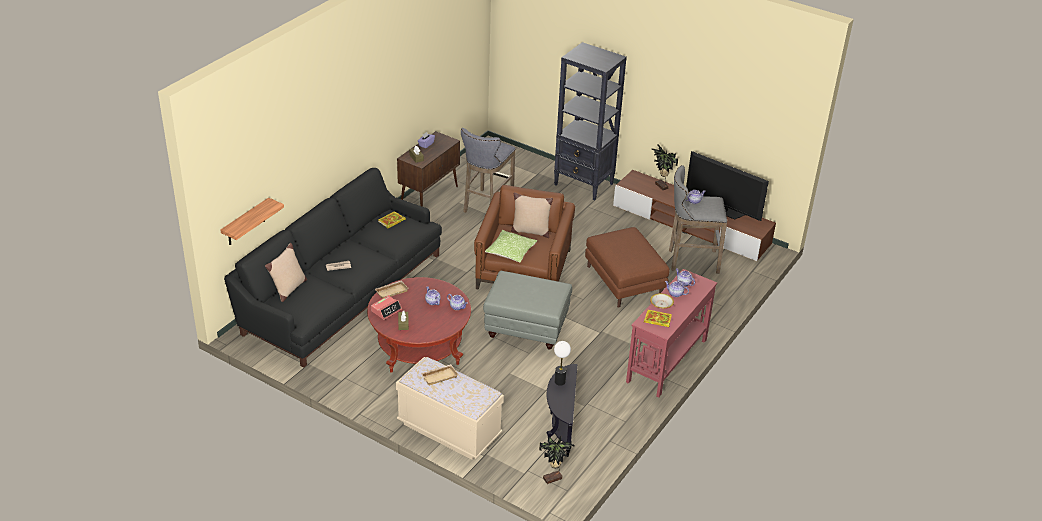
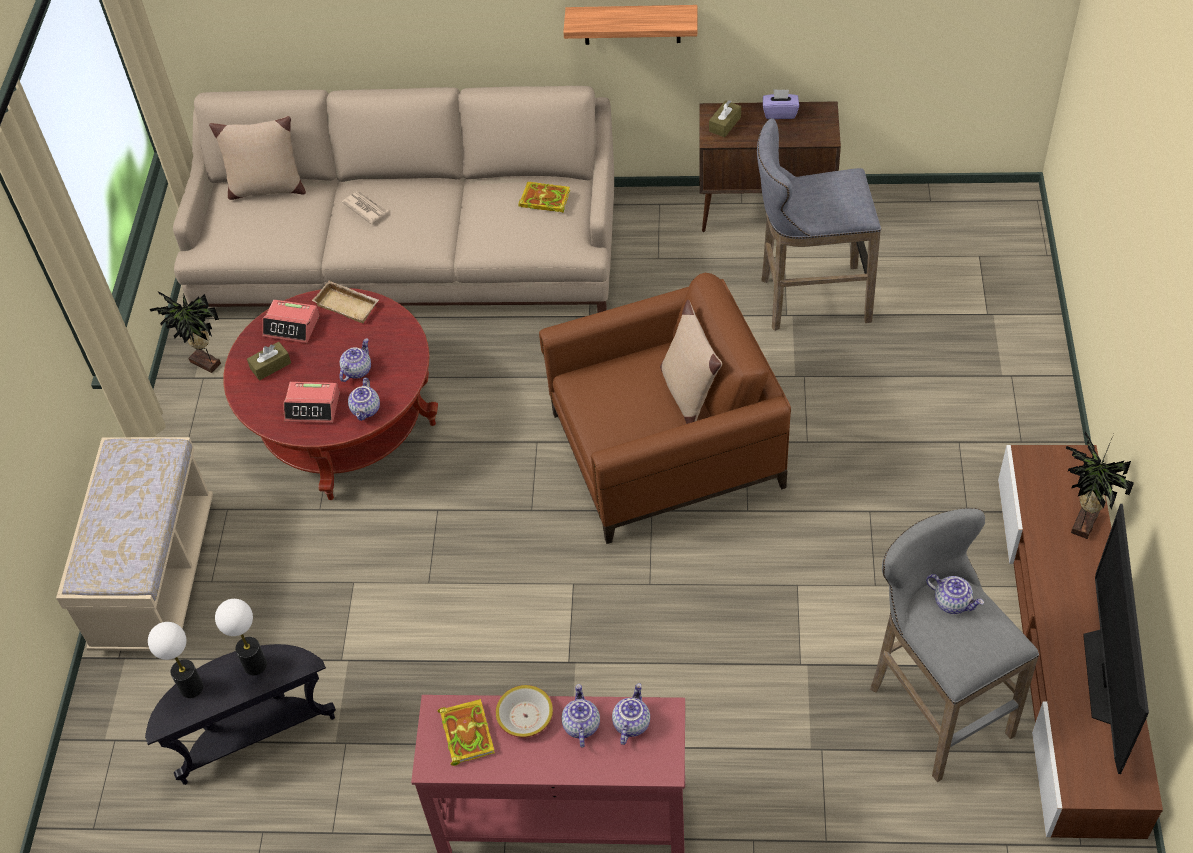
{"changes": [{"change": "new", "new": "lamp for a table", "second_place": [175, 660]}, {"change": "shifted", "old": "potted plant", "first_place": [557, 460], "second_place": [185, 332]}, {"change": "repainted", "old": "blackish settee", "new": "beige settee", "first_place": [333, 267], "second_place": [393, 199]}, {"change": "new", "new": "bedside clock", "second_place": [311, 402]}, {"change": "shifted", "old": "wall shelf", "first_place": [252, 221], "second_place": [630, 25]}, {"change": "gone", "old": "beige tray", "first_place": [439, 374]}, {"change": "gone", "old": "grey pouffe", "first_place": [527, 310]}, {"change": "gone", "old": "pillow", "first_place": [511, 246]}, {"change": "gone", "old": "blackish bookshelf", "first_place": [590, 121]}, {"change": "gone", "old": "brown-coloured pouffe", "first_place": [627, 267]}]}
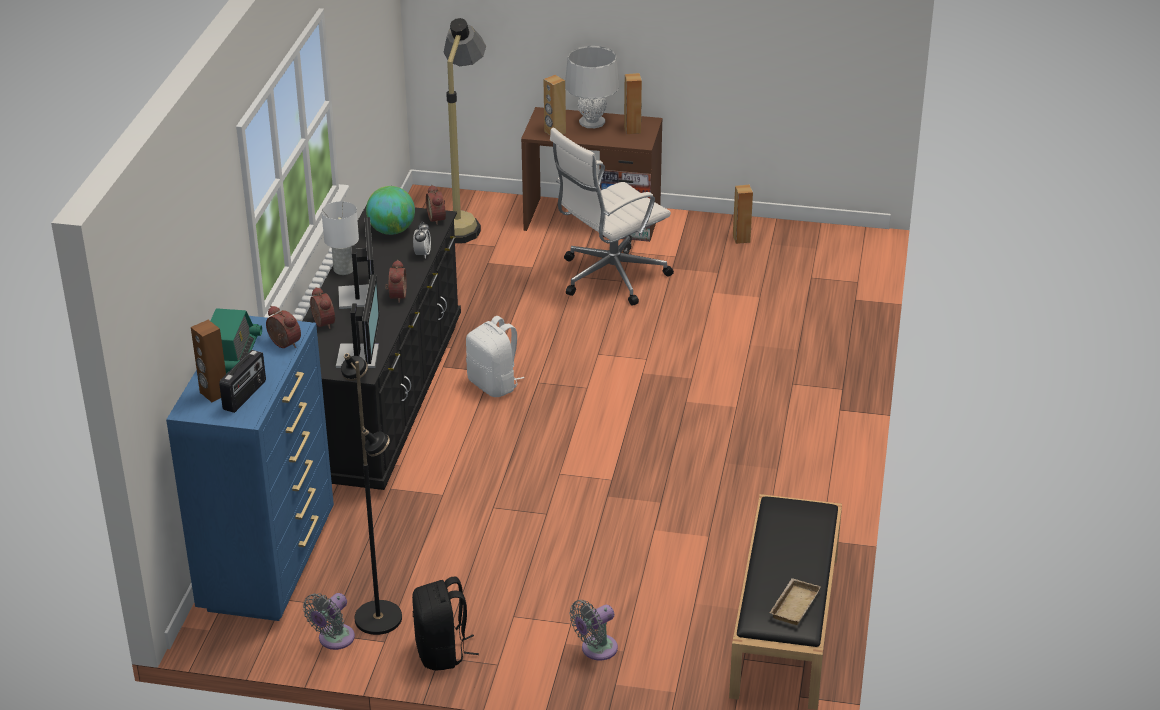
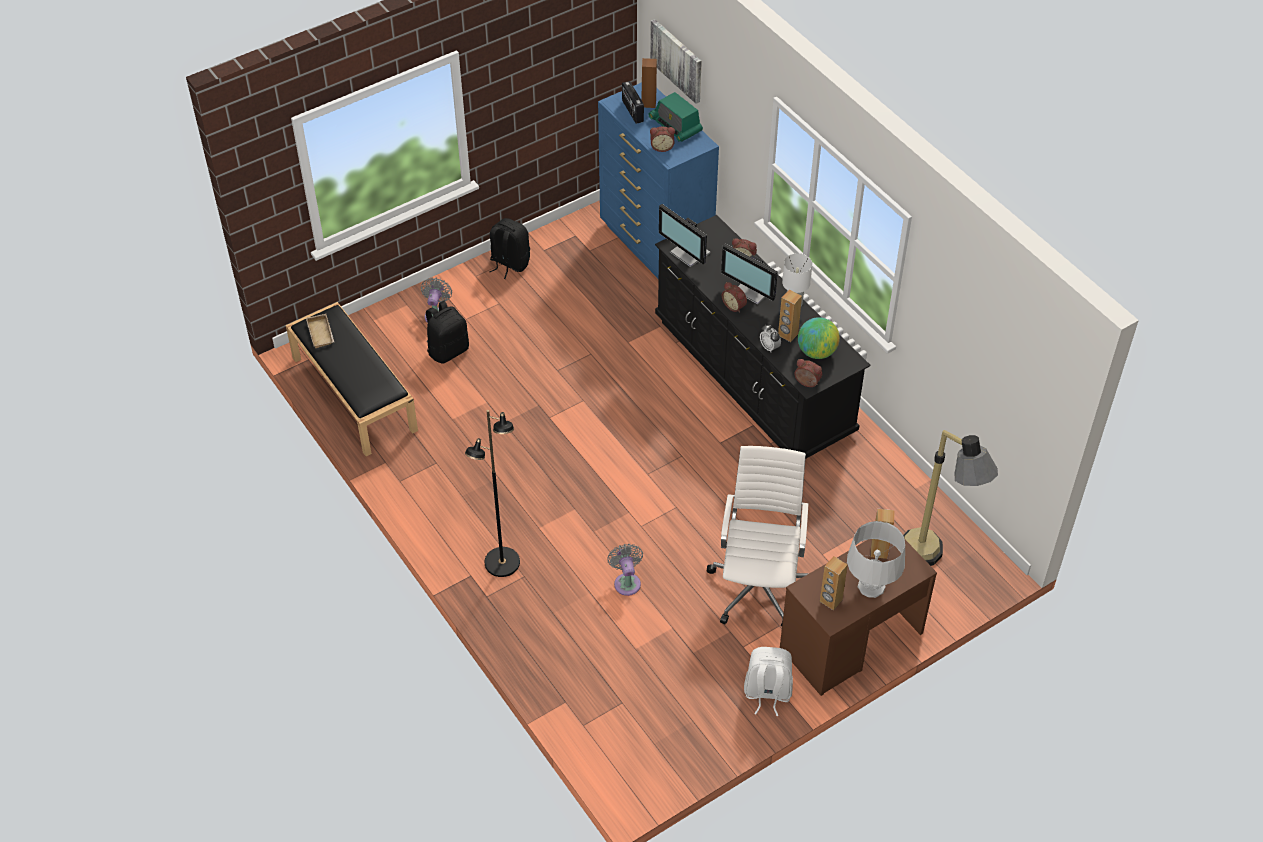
{"changes": [{"change": "new", "new": "blackish knapsack", "second_place": [447, 332]}, {"change": "shifted", "old": "blackish floor lamp", "first_place": [371, 494], "second_place": [492, 493]}, {"change": "shifted", "old": "grey fan", "first_place": [329, 621], "second_place": [625, 570]}, {"change": "new", "new": "wall picture", "second_place": [676, 61]}, {"change": "shifted", "old": "whitish knapsack", "first_place": [495, 356], "second_place": [768, 681]}, {"change": "shifted", "old": "brown-coloured loudspeaker", "first_place": [743, 214], "second_place": [790, 315]}]}
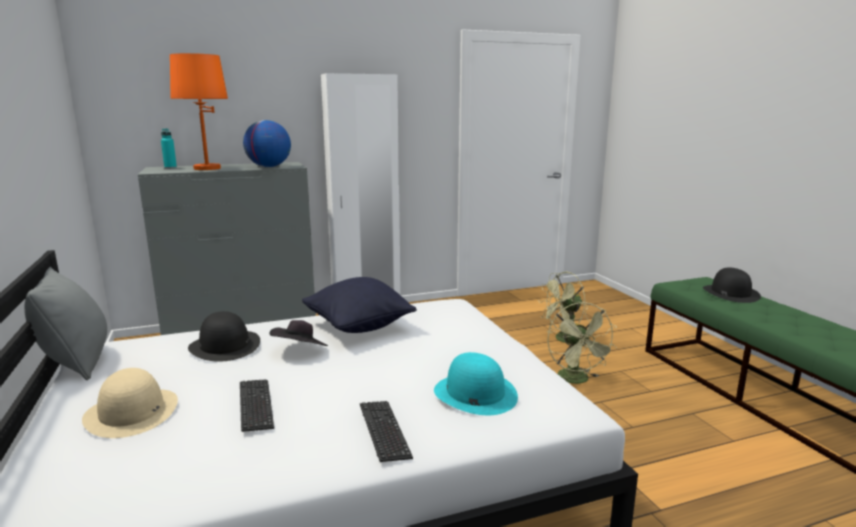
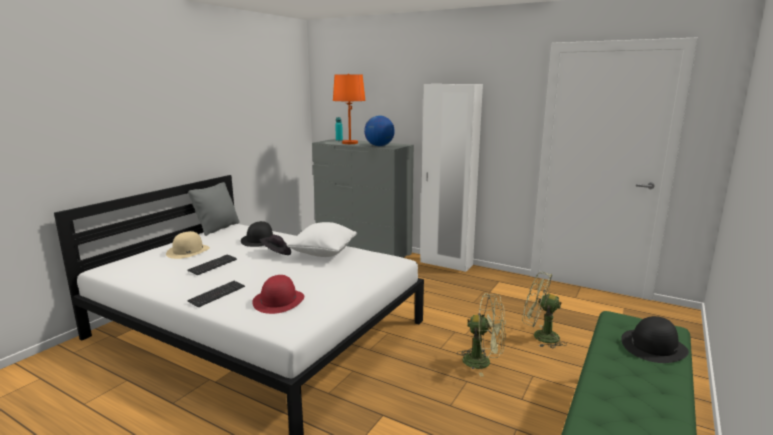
{"changes": [{"change": "repainted", "old": "blue-green hat", "new": "reddish hat", "first_place": [476, 383], "second_place": [278, 294]}, {"change": "repainted", "old": "blackish pillow", "new": "whitish pillow", "first_place": [359, 305], "second_place": [322, 239]}, {"change": "rotated", "old": "green fan", "first_place": [582, 343], "second_place": [481, 335], "degrees": -105}]}
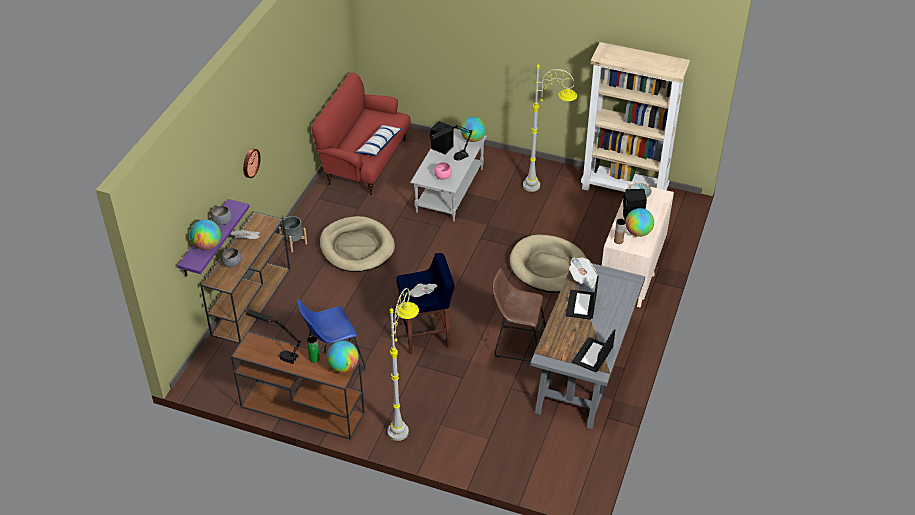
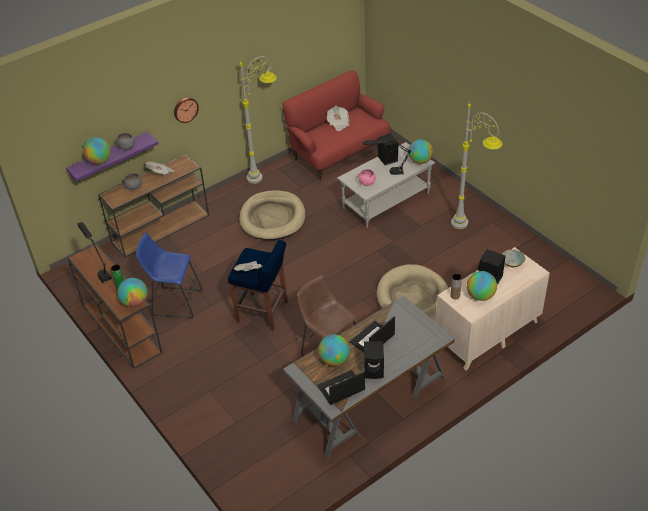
{"changes": [{"change": "shifted", "old": "grey floor lamp", "first_place": [403, 364], "second_place": [258, 120]}, {"change": "new", "new": "desk globe", "second_place": [334, 350]}, {"change": "shifted", "old": "newspaper", "first_place": [584, 272], "second_place": [338, 118]}, {"change": "new", "new": "blackish loudspeaker", "second_place": [374, 360]}, {"change": "gone", "old": "grey plant pot", "first_place": [293, 234]}, {"change": "gone", "old": "pillow", "first_place": [378, 141]}, {"change": "gone", "old": "beige bookshelf", "first_place": [635, 117]}]}
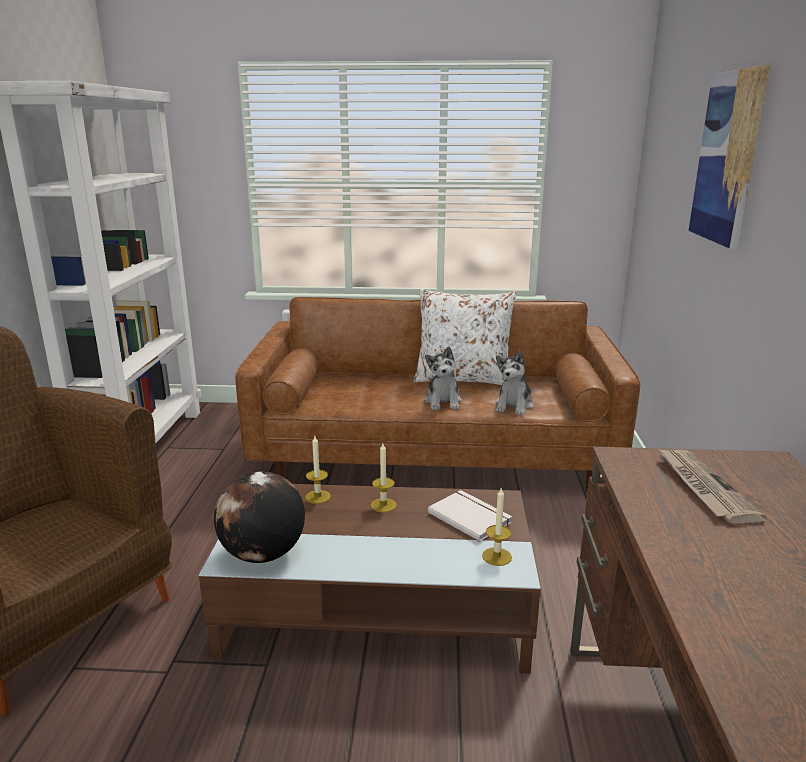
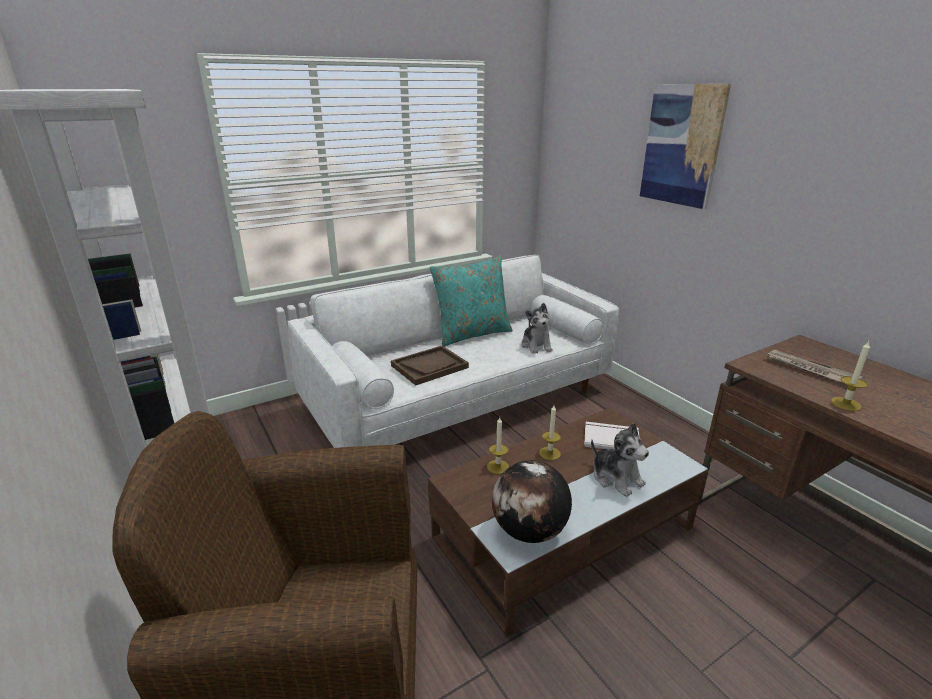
{"changes": [{"change": "repainted", "old": "brown-coloured settee", "new": "whitish settee", "first_place": [437, 394], "second_place": [453, 351]}, {"change": "new", "new": "brown-coloured tray", "second_place": [430, 366]}, {"change": "repainted", "old": "whitish pillow", "new": "blue-green pillow", "first_place": [465, 337], "second_place": [471, 301]}, {"change": "shifted", "old": "plush toy", "first_place": [443, 378], "second_place": [620, 460]}, {"change": "shifted", "old": "wax candle", "first_place": [497, 527], "second_place": [850, 376]}]}
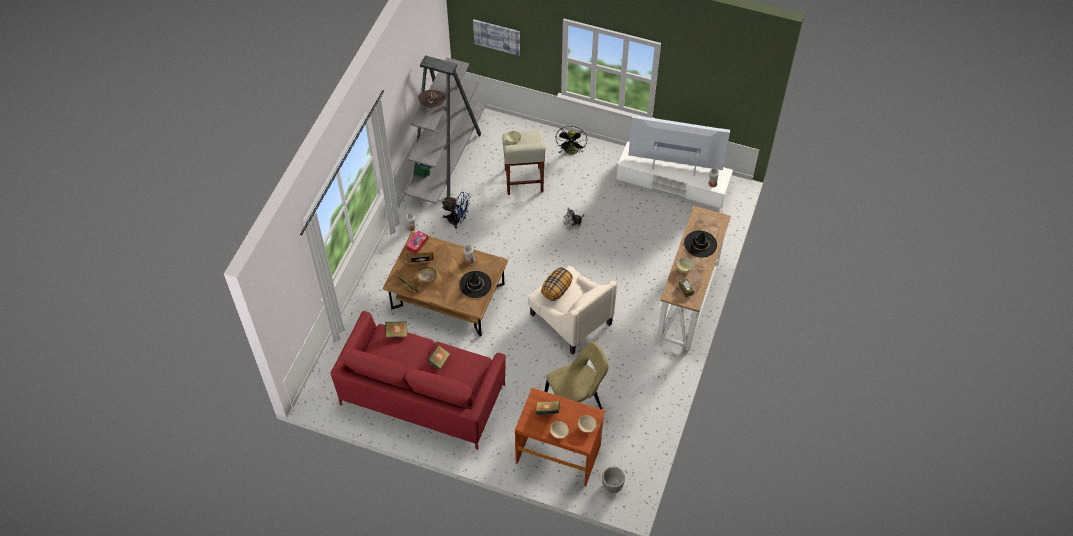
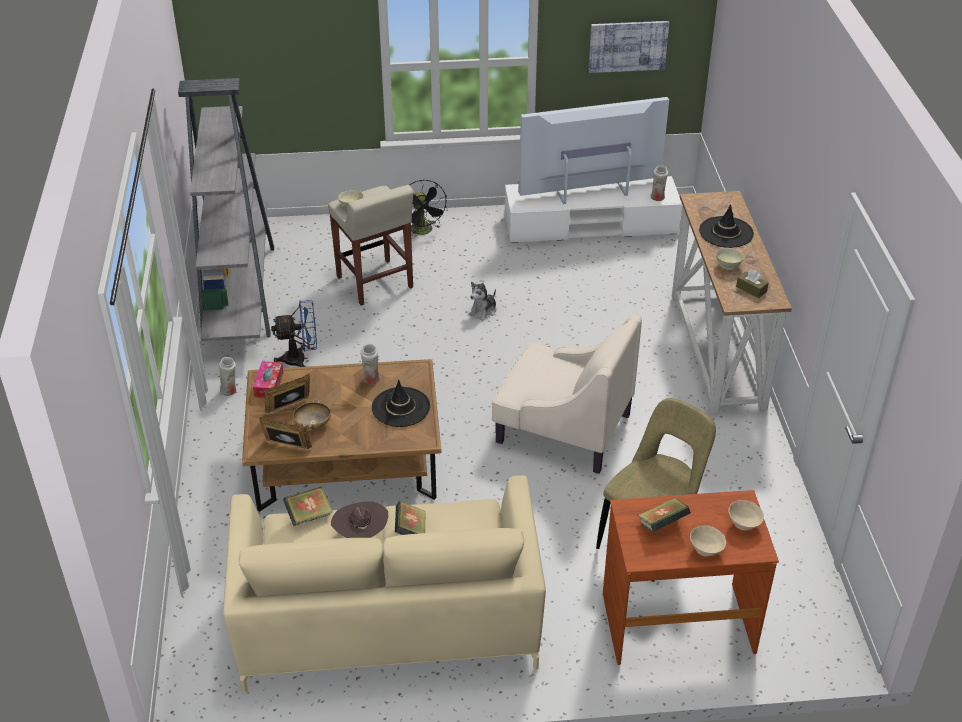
{"changes": [{"change": "repainted", "old": "reddish settee", "new": "beige settee", "first_place": [418, 380], "second_place": [384, 583]}, {"change": "shifted", "old": "brown-coloured hat", "first_place": [432, 99], "second_place": [359, 520]}, {"change": "shifted", "old": "wall picture", "first_place": [496, 38], "second_place": [629, 47]}, {"change": "gone", "old": "pillow", "first_place": [557, 284]}, {"change": "gone", "old": "plant pot", "first_place": [613, 480]}]}
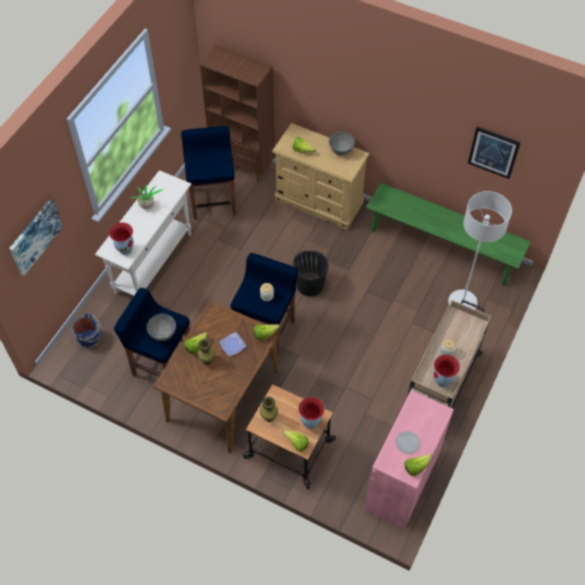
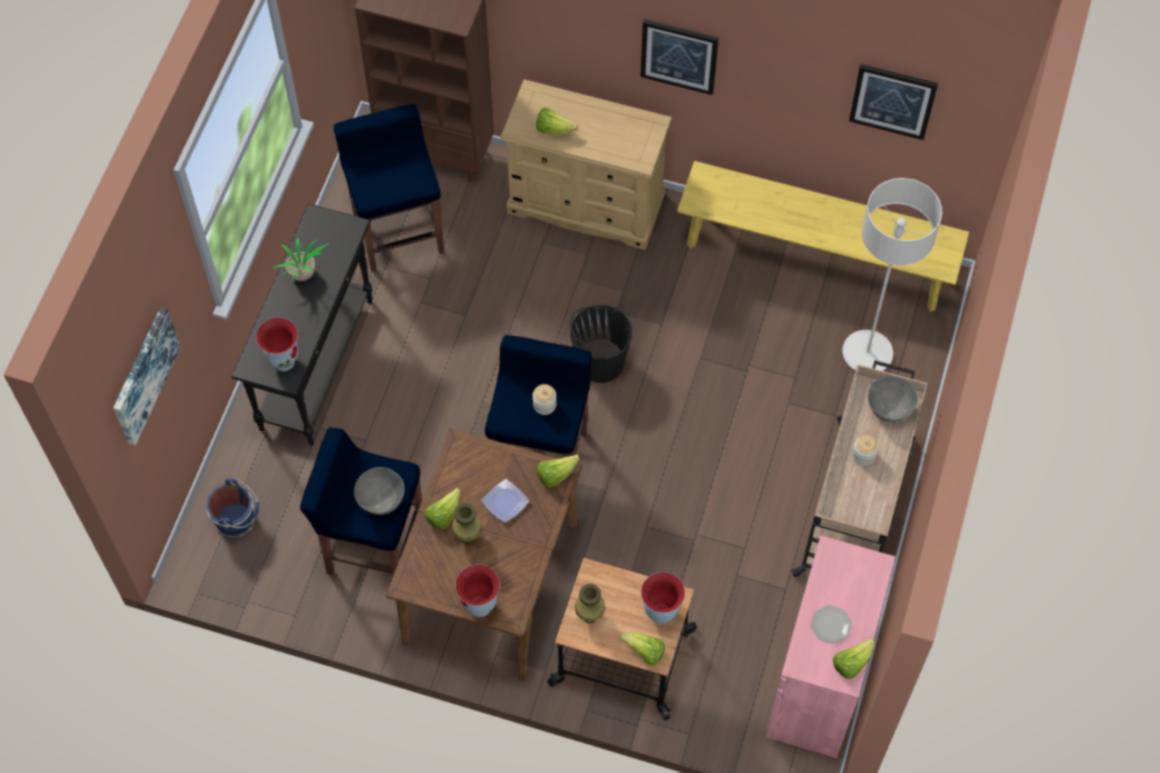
{"changes": [{"change": "repainted", "old": "whitish narrow table", "new": "blackish narrow table", "first_place": [143, 233], "second_place": [301, 324]}, {"change": "shifted", "old": "vase", "first_place": [447, 370], "second_place": [477, 590]}, {"change": "new", "new": "wall picture", "second_place": [679, 57]}, {"change": "repainted", "old": "green bench", "new": "yellow bench", "first_place": [448, 234], "second_place": [823, 236]}, {"change": "shifted", "old": "grey deep dish", "first_place": [342, 144], "second_place": [893, 399]}]}
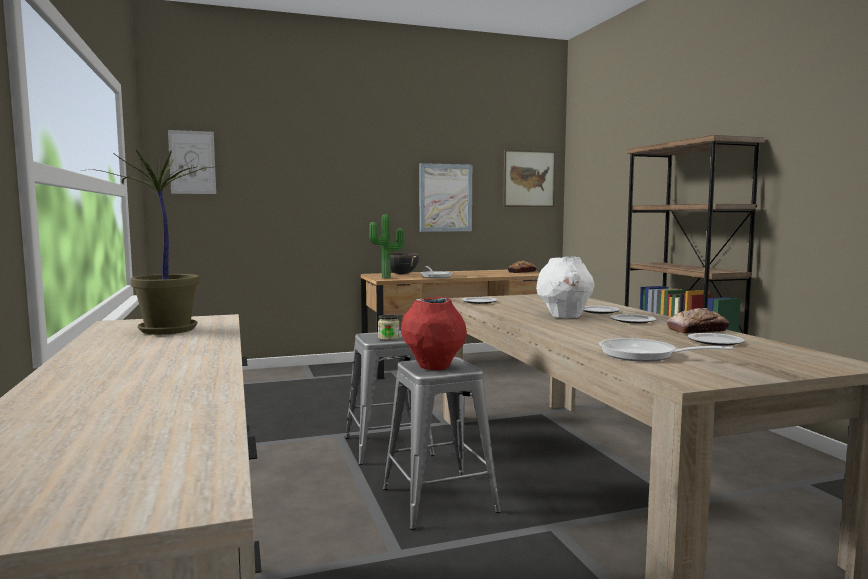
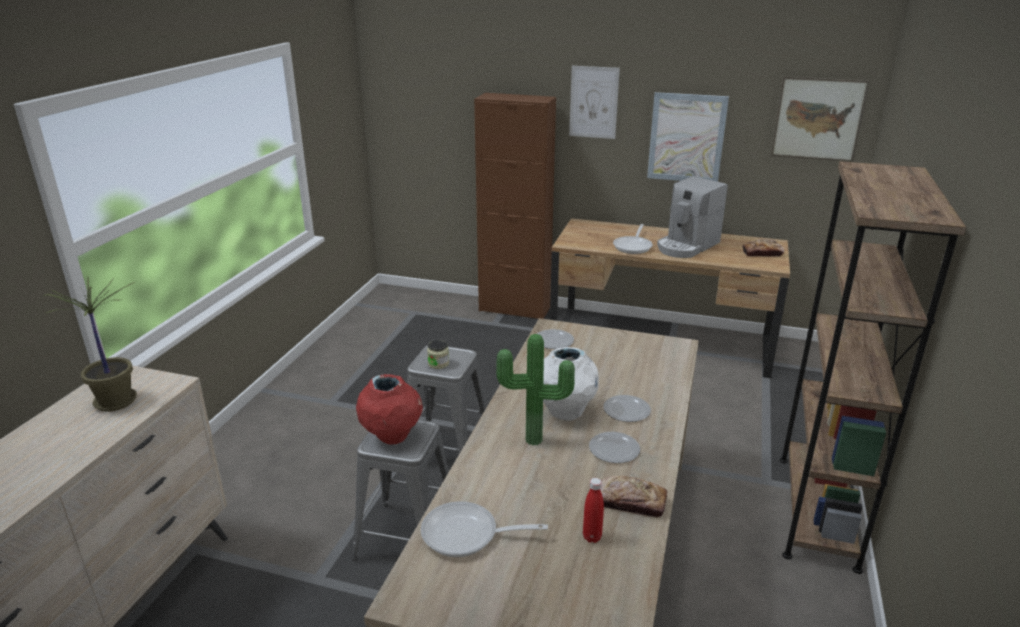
{"changes": [{"change": "rotated", "old": "frying pan", "first_place": [666, 350], "second_place": [484, 529], "degrees": -60}, {"change": "new", "new": "brown-coloured cupboard", "second_place": [515, 206]}, {"change": "shifted", "old": "potted plant", "first_place": [386, 246], "second_place": [535, 390]}, {"change": "shifted", "old": "wall picture", "first_place": [192, 162], "second_place": [594, 102]}, {"change": "swapped", "old": "dinner plate", "new": "reddish drink bottle", "first_place": [716, 339], "second_place": [593, 510]}, {"change": "new", "new": "coffee maker", "second_place": [692, 217]}, {"change": "gone", "old": "blackish saucepot", "first_place": [404, 263]}]}
